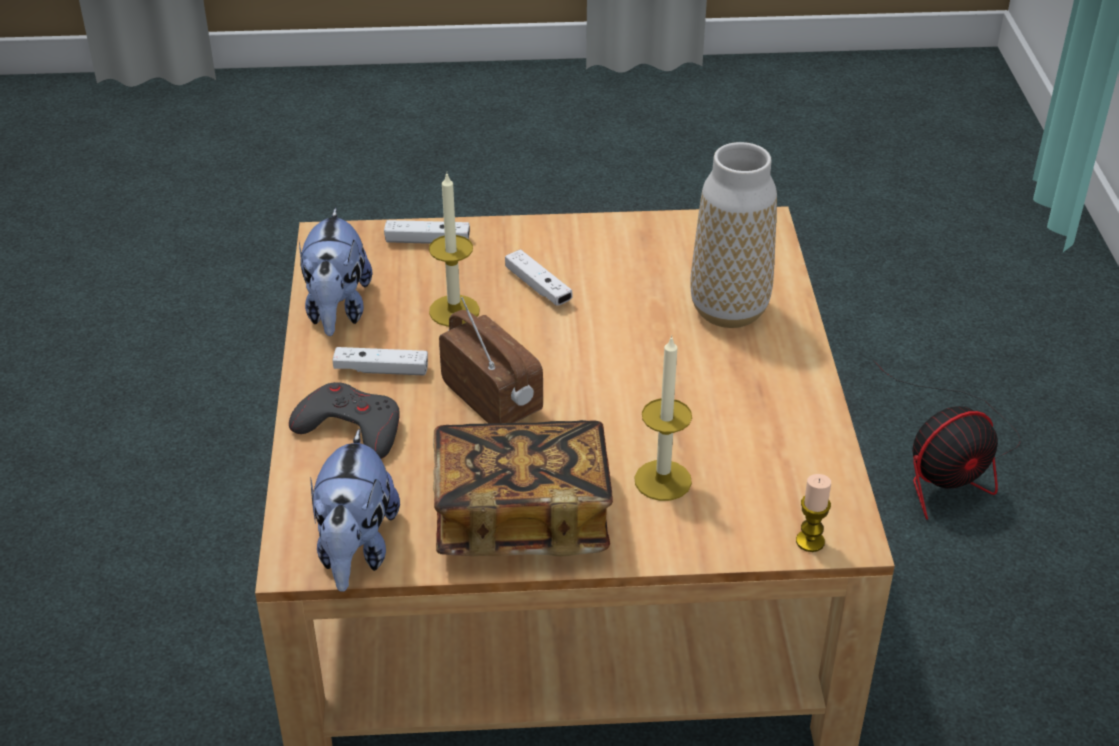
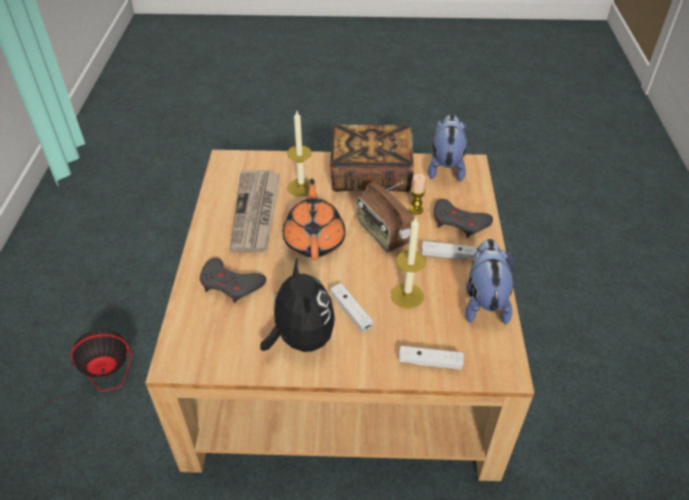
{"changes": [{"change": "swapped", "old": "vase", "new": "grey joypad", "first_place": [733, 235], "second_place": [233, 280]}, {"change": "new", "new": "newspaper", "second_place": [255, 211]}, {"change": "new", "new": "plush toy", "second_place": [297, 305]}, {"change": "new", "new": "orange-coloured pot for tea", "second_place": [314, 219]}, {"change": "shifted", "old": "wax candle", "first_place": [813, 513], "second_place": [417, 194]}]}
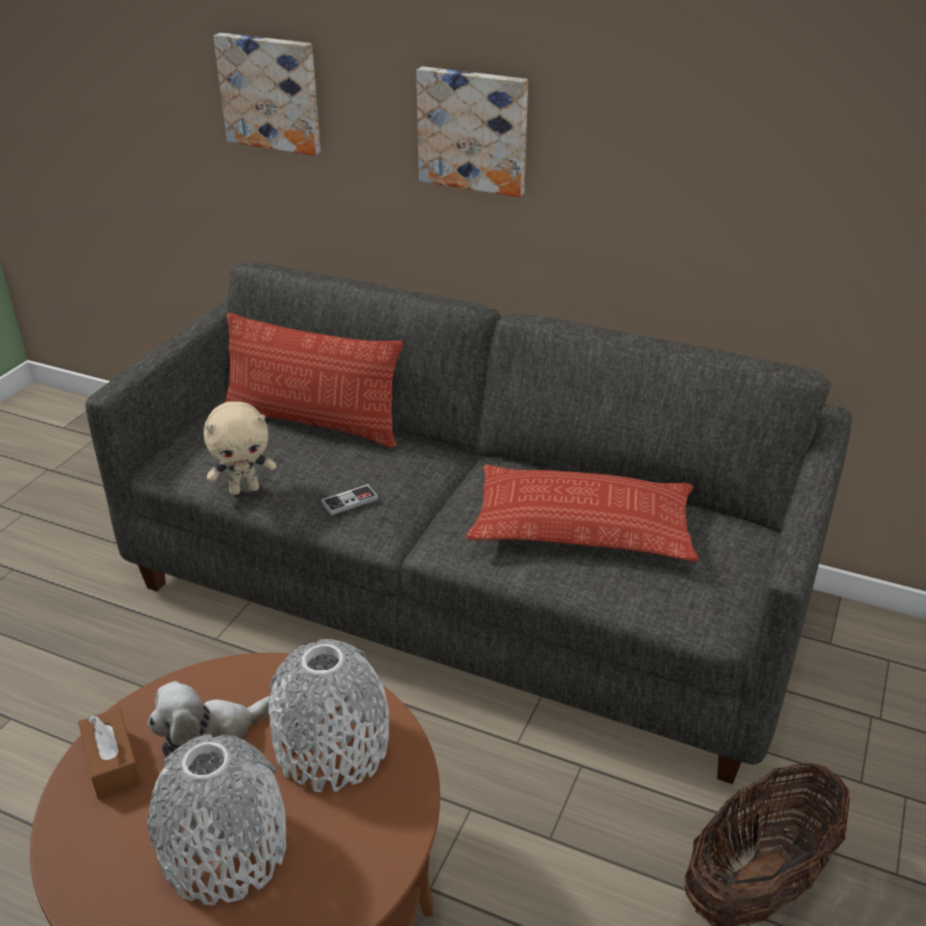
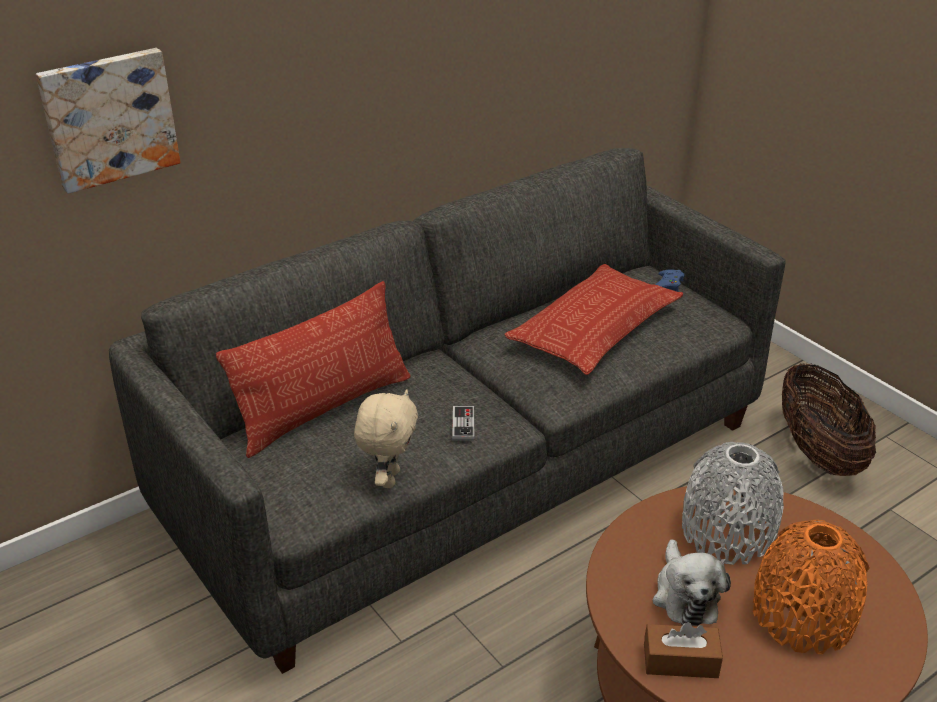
{"changes": [{"change": "new", "new": "bluish joypad", "second_place": [669, 281]}, {"change": "repainted", "old": "grey vase", "new": "orange-coloured vase", "first_place": [216, 819], "second_place": [811, 587]}, {"change": "gone", "old": "wall picture", "first_place": [472, 132]}]}
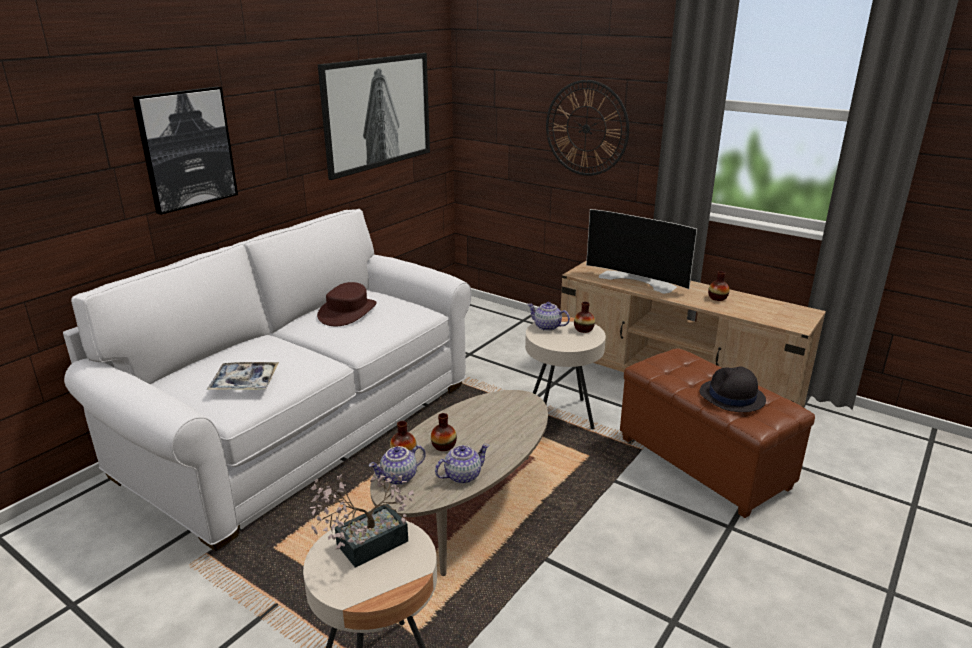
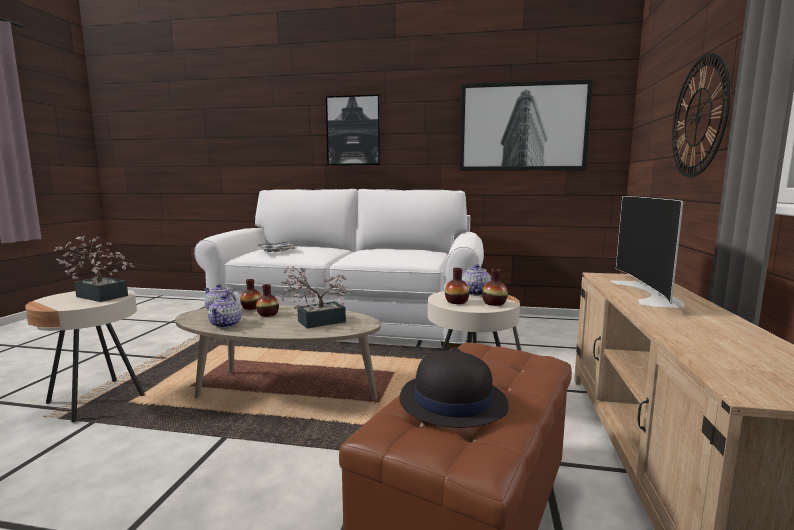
{"changes": [{"change": "rotated", "old": "pot for tea", "first_place": [462, 464], "second_place": [225, 311], "degrees": 60}, {"change": "new", "new": "potted plant", "second_place": [316, 297]}, {"change": "shifted", "old": "vase", "first_place": [718, 286], "second_place": [457, 286]}, {"change": "gone", "old": "brown-coloured hat", "first_place": [347, 304]}]}
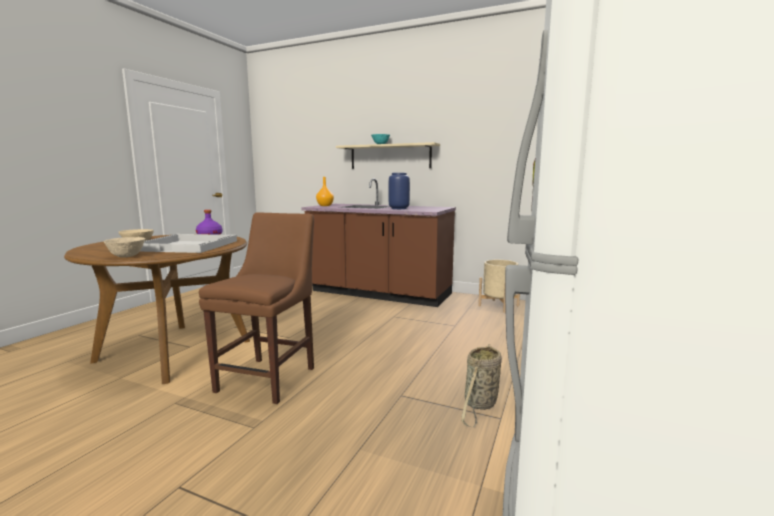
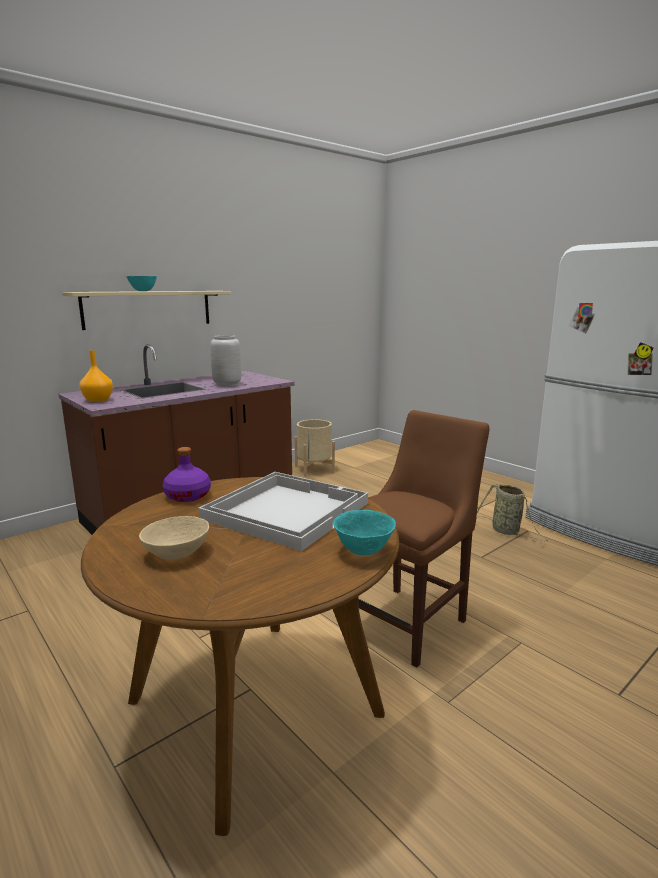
{"changes": [{"change": "repainted", "old": "bluish vase", "new": "grey vase", "first_place": [399, 191], "second_place": [225, 361]}, {"change": "repainted", "old": "beige deep dish", "new": "blue-green deep dish", "first_place": [124, 247], "second_place": [364, 533]}, {"change": "rotated", "old": "brown-coloured chair", "first_place": [256, 308], "second_place": [423, 539], "degrees": 90}]}
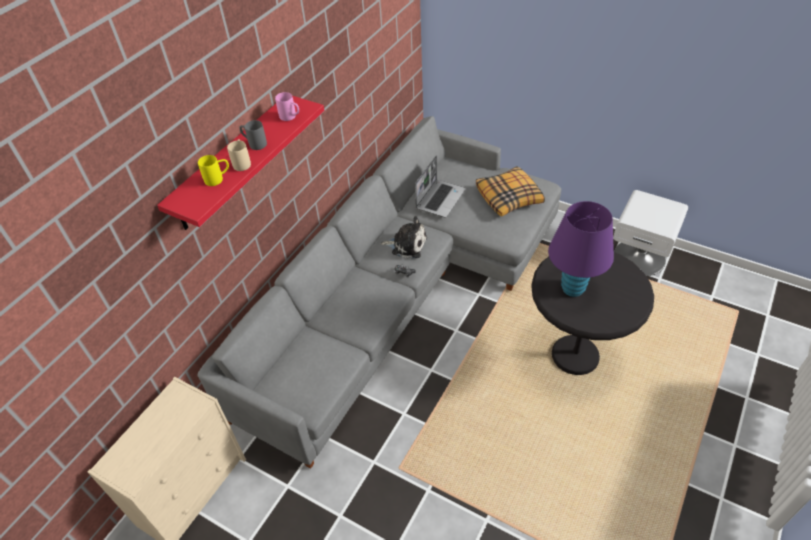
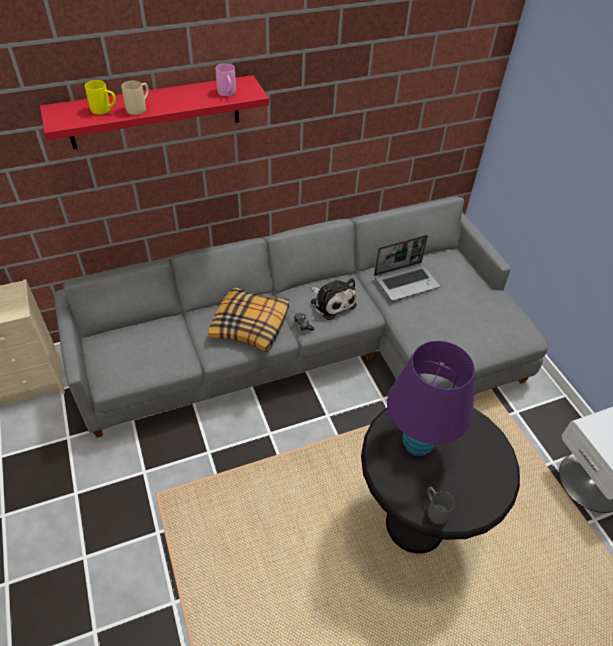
{"changes": [{"change": "shifted", "old": "pillow", "first_place": [510, 191], "second_place": [248, 319]}, {"change": "shifted", "old": "grey coffee mug", "first_place": [253, 135], "second_place": [441, 505]}]}
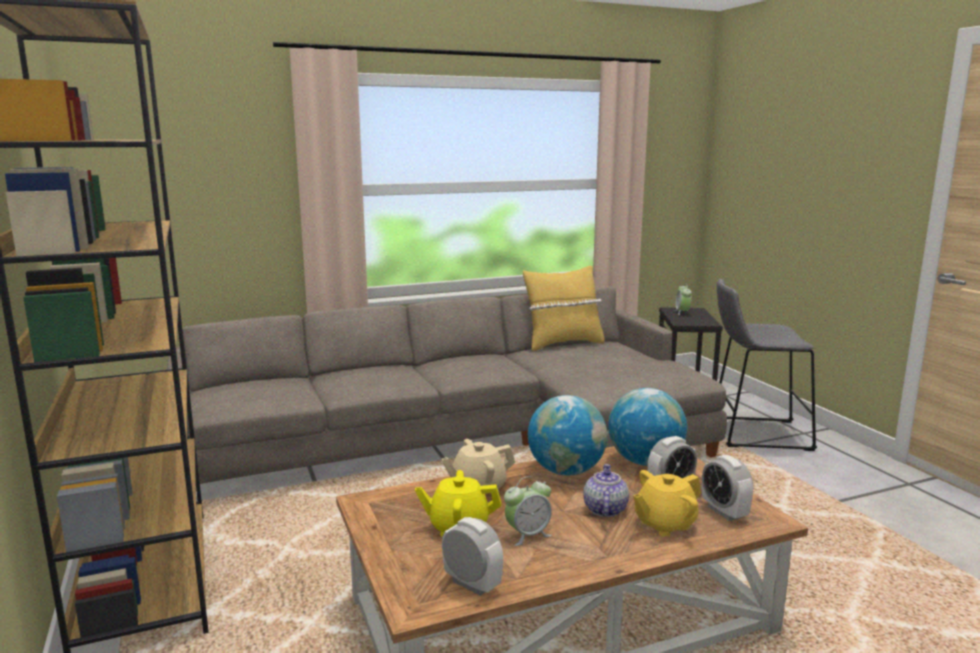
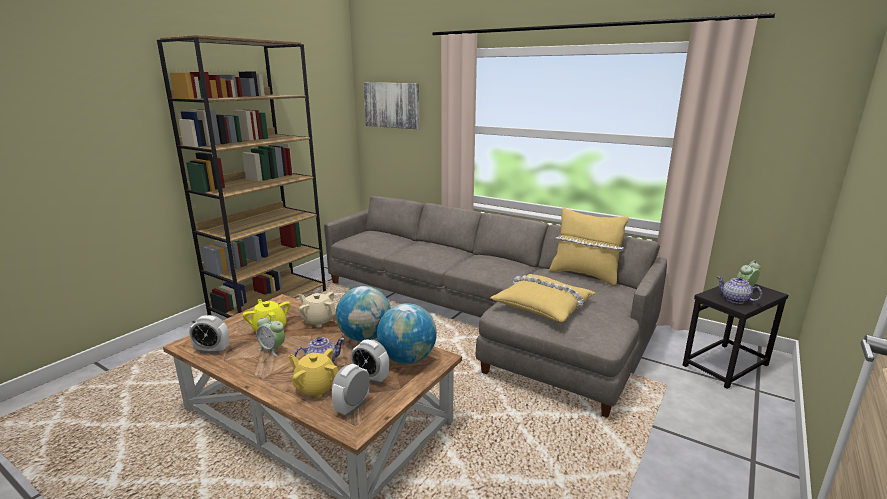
{"changes": [{"change": "rotated", "old": "bedside clock", "first_place": [472, 556], "second_place": [209, 334], "degrees": 90}, {"change": "new", "new": "wall picture", "second_place": [391, 106]}, {"change": "new", "new": "yellow pillow", "second_place": [542, 298]}, {"change": "new", "new": "pot for tea", "second_place": [739, 290]}, {"change": "gone", "old": "grey stool seat", "first_place": [767, 365]}]}
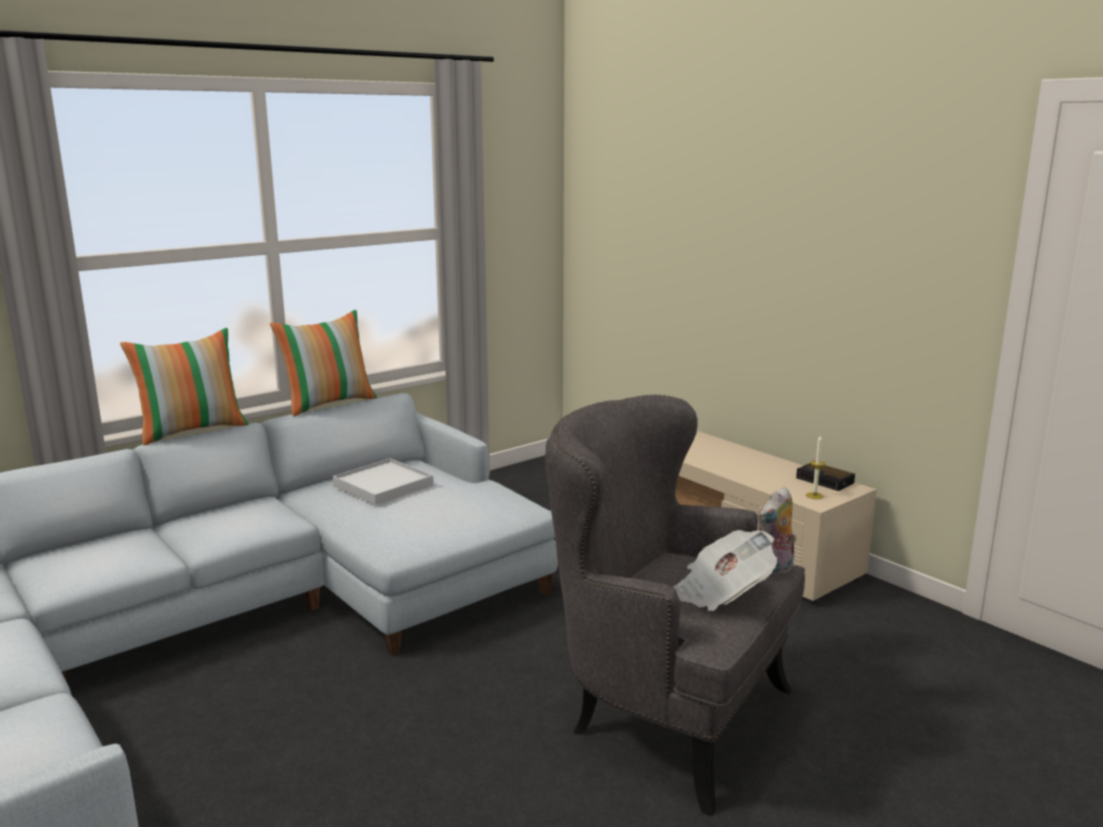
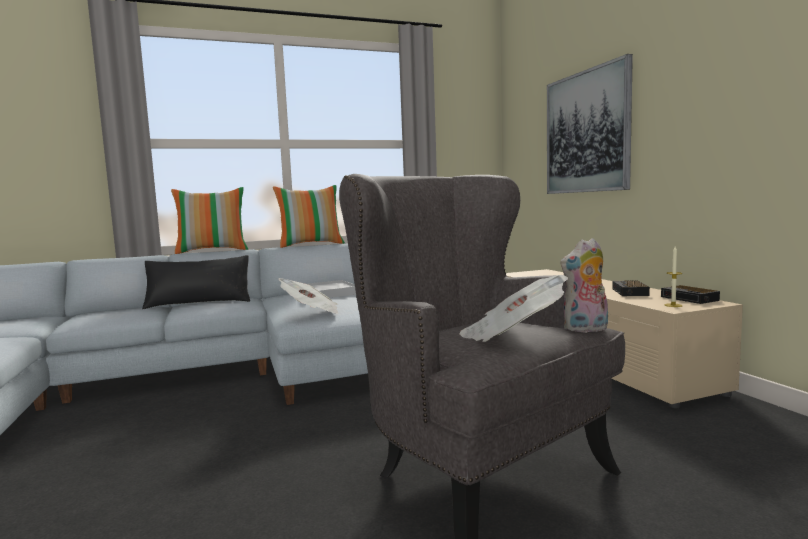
{"changes": [{"change": "new", "new": "blackish pillow", "second_place": [196, 282]}, {"change": "new", "new": "newspaper", "second_place": [308, 296]}, {"change": "new", "new": "wall picture", "second_place": [590, 124]}, {"change": "new", "new": "bedside clock", "second_place": [631, 288]}]}
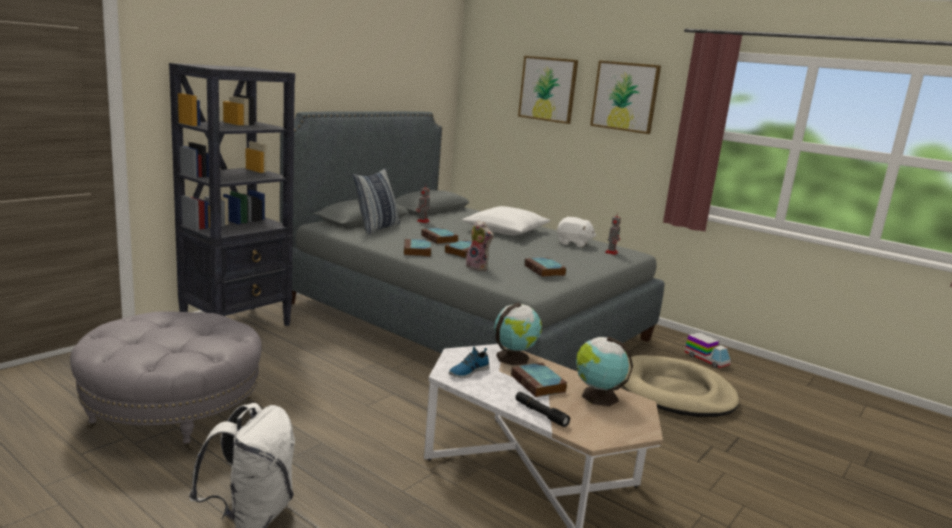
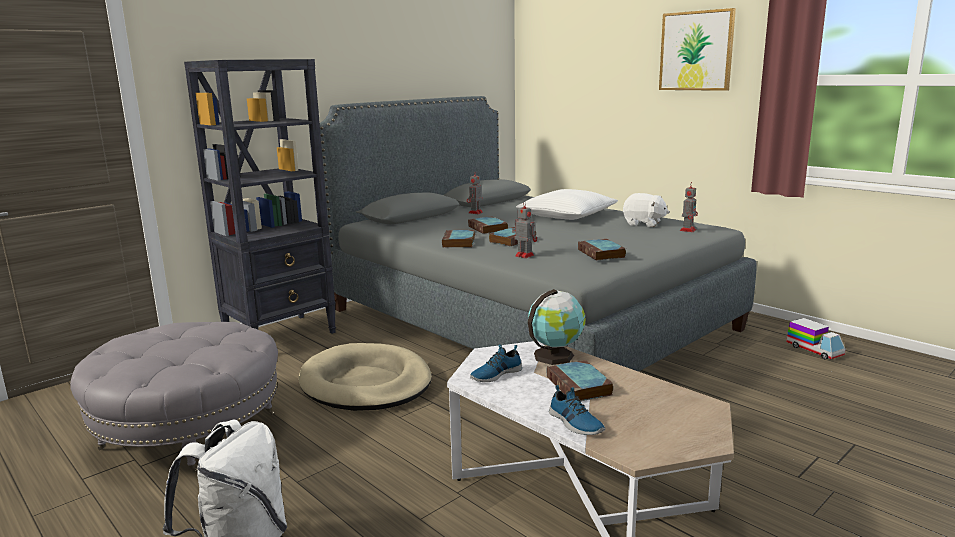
{"changes": [{"change": "shifted", "old": "beige pet bed", "first_place": [680, 386], "second_place": [365, 377]}, {"change": "swapped", "old": "plush toy", "new": "model robot", "first_place": [480, 245], "second_place": [524, 229]}, {"change": "swapped", "old": "blackish torch", "new": "shoe", "first_place": [542, 409], "second_place": [577, 410]}, {"change": "gone", "old": "pillow", "first_place": [376, 201]}, {"change": "gone", "old": "wall picture", "first_place": [548, 90]}, {"change": "gone", "old": "desk globe", "first_place": [604, 371]}]}
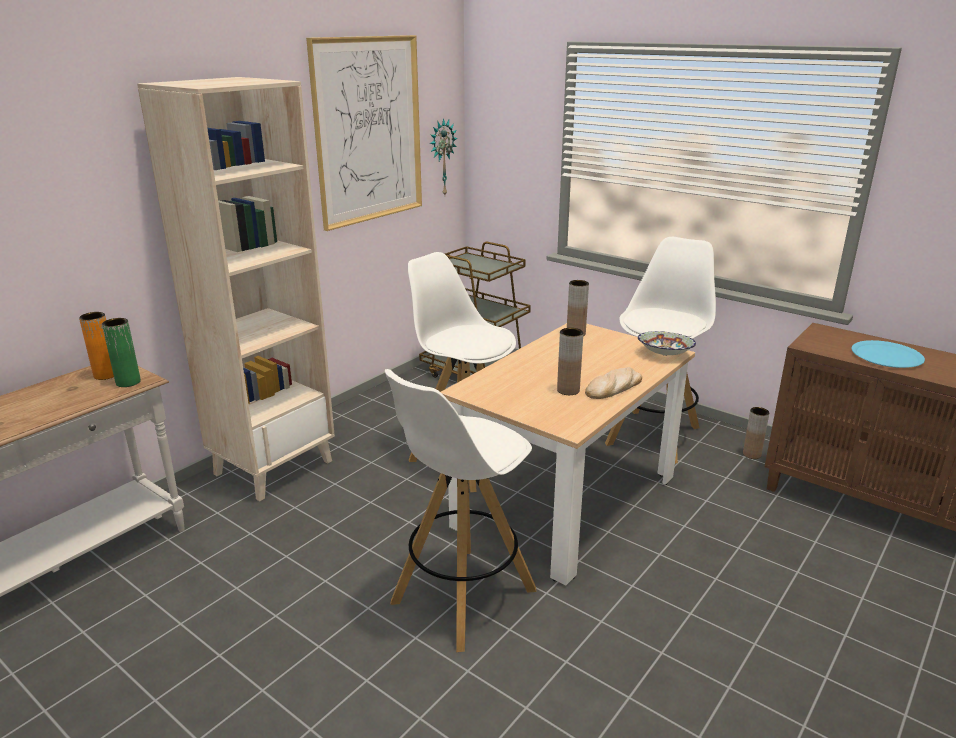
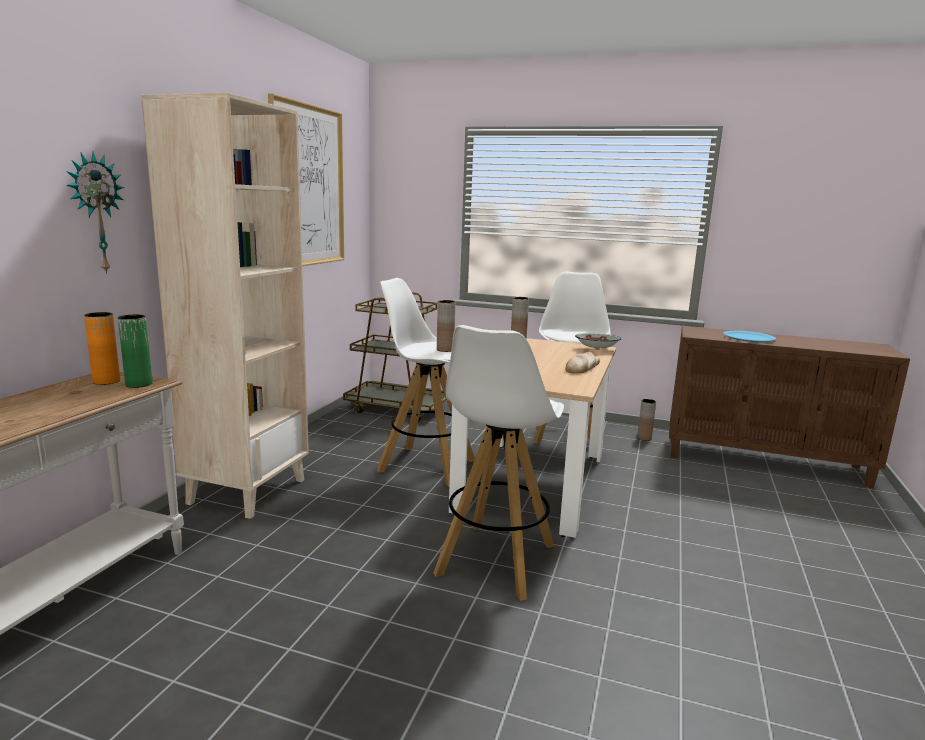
{"changes": [{"change": "shifted", "old": "wall clock", "first_place": [444, 156], "second_place": [95, 212]}, {"change": "shifted", "old": "brown-coloured vase", "first_place": [570, 361], "second_place": [446, 326]}]}
